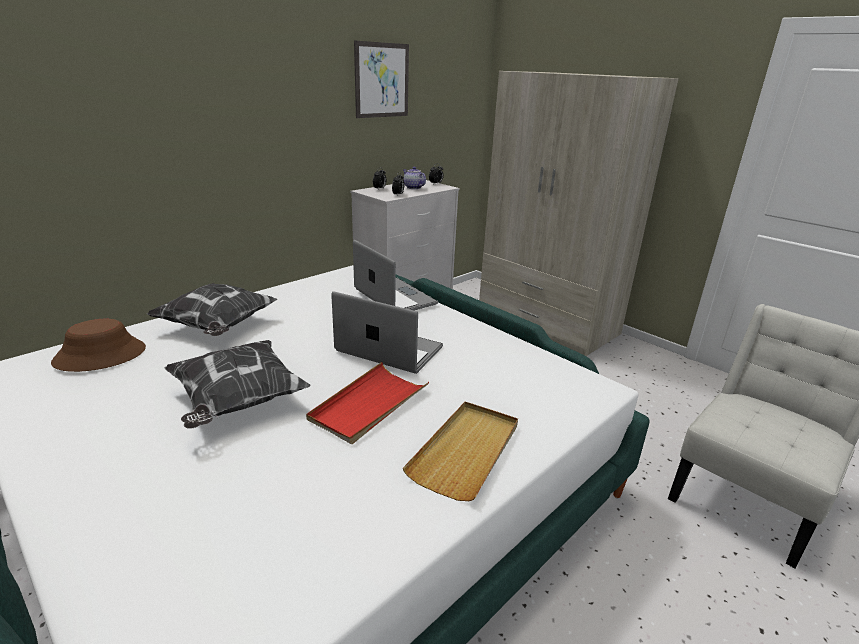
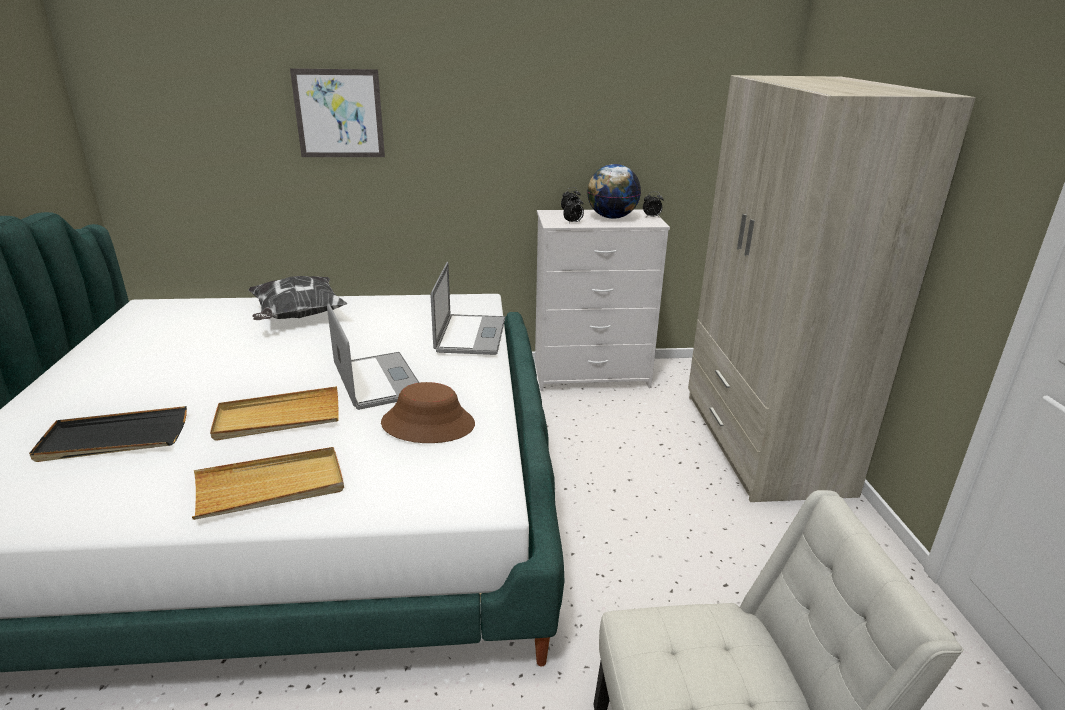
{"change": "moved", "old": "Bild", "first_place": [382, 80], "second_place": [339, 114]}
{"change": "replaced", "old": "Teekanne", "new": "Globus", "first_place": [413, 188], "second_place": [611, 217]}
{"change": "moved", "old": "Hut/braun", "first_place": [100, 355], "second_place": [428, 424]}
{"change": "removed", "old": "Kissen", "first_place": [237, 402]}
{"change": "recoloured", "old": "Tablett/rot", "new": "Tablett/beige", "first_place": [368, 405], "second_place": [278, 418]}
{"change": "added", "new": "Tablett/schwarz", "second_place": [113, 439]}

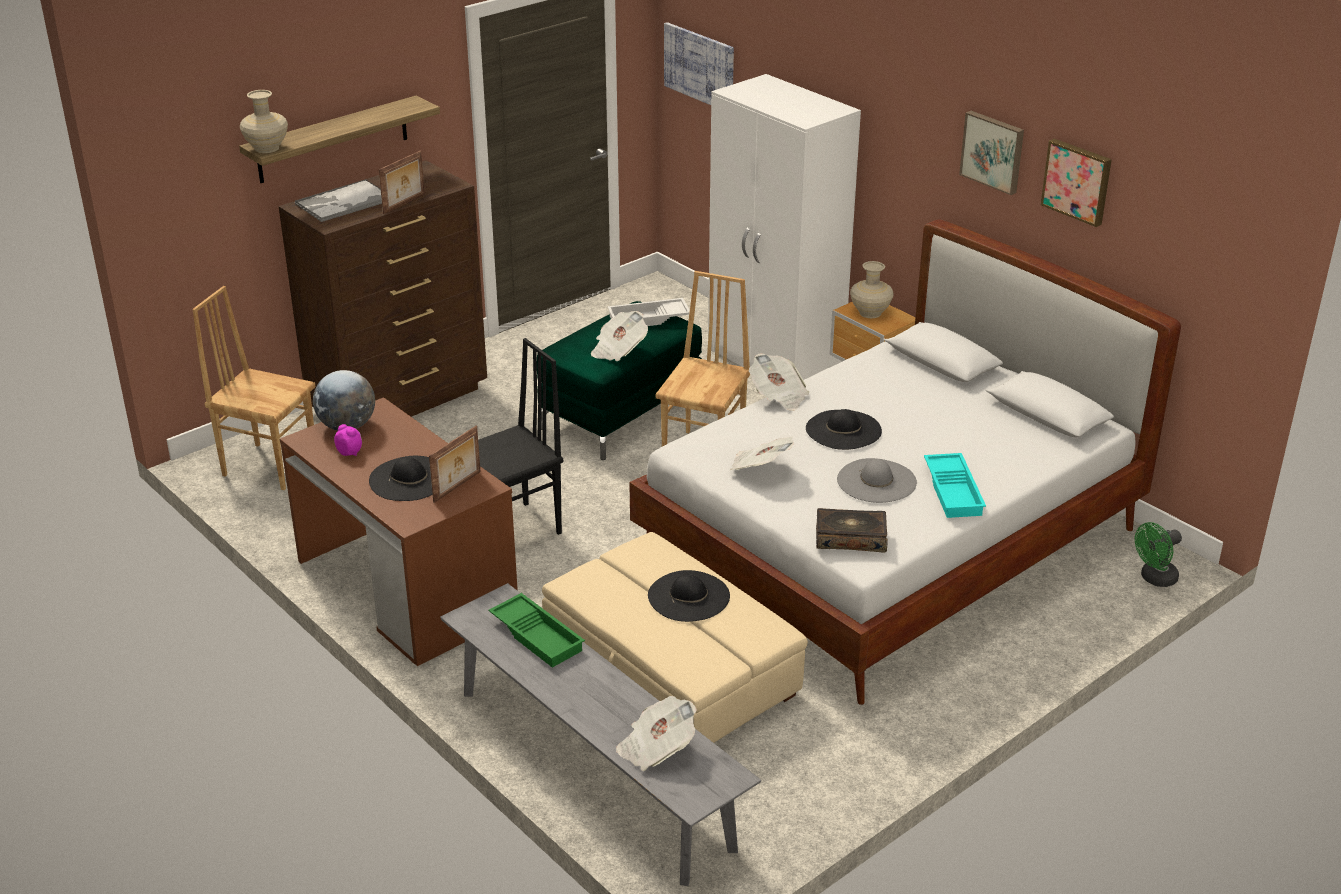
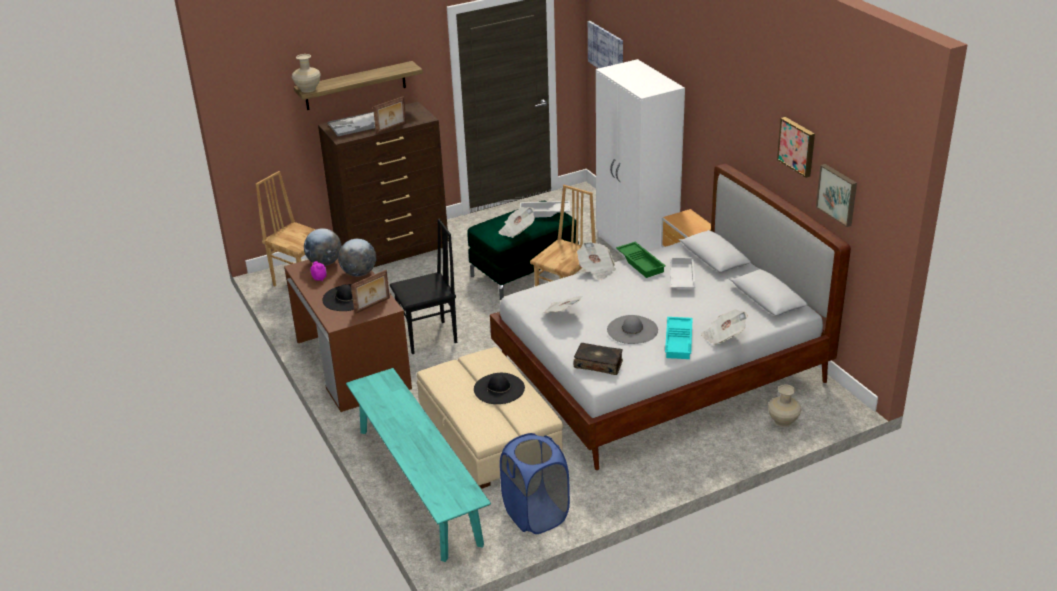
{"change": "moved", "old": "Bild", "first_place": [993, 151], "second_place": [838, 194]}
{"change": "moved", "old": "Vase/beige", "first_place": [869, 313], "second_place": [782, 421]}
{"change": "removed", "old": "Hut/schwarz", "first_place": [843, 430]}
{"change": "removed", "old": "Ventilator/grün", "first_place": [1154, 579]}
{"change": "recoloured", "old": "Bank/grau", "new": "Bank/türkis", "first_place": [593, 767], "second_place": [418, 485]}
{"change": "moved", "old": "Tablett/grün", "first_place": [538, 635], "second_place": [641, 263]}
{"change": "moved", "old": "Zeitung", "first_place": [656, 749], "second_place": [723, 336]}
{"change": "added", "new": "Globus", "second_place": [359, 273]}
{"change": "added", "new": "Tablett/weiß", "second_place": [681, 278]}
{"change": "added", "new": "Wäschekorb/blau", "second_place": [536, 514]}

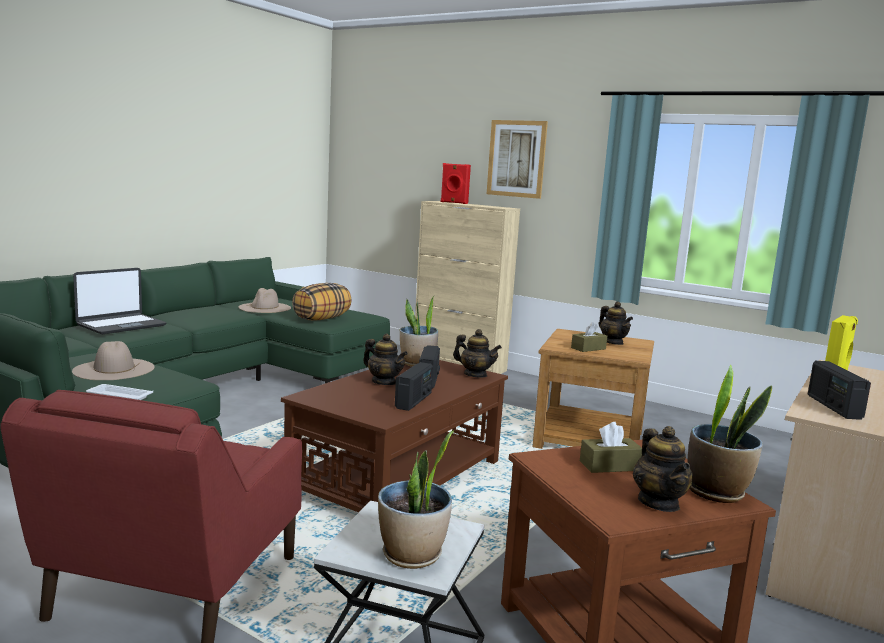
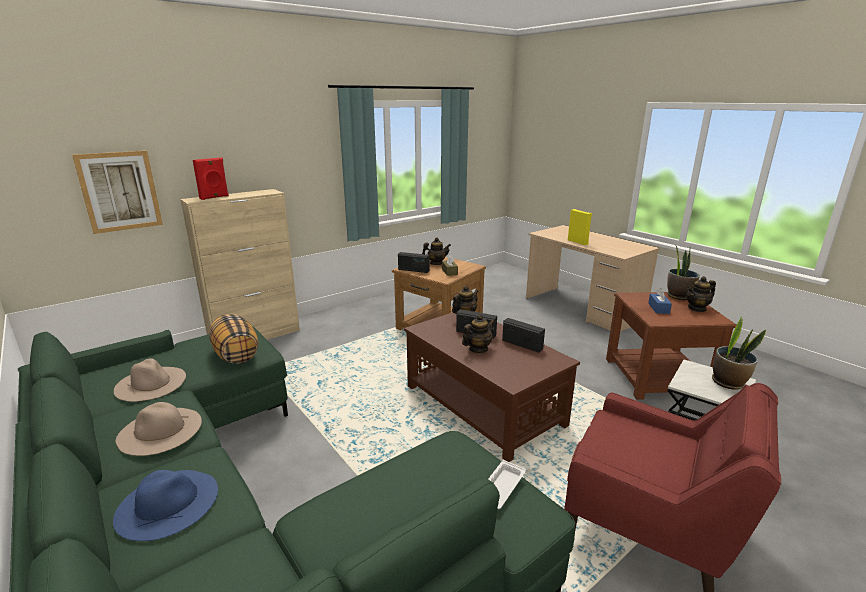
{"change": "moved", "old": "Bild", "first_place": [516, 158], "second_place": [120, 191]}
{"change": "replaced", "old": "Laptop", "new": "Hut/blau", "first_place": [121, 325], "second_place": [167, 503]}
{"change": "removed", "old": "Topfpflanze", "first_place": [417, 363]}
{"change": "moved", "old": "Hut/beige", "first_place": [114, 369], "second_place": [160, 430]}
{"change": "moved", "old": "Radio", "first_place": [833, 407], "second_place": [413, 270]}
{"change": "recoloured", "old": "Taschentuchbox/braun", "new": "Taschentuchbox/blau", "first_place": [609, 466], "second_place": [658, 308]}
{"change": "turned", "old": "Teekanne", "first_place": [659, 503], "second_place": [697, 308], "degrees": 150}

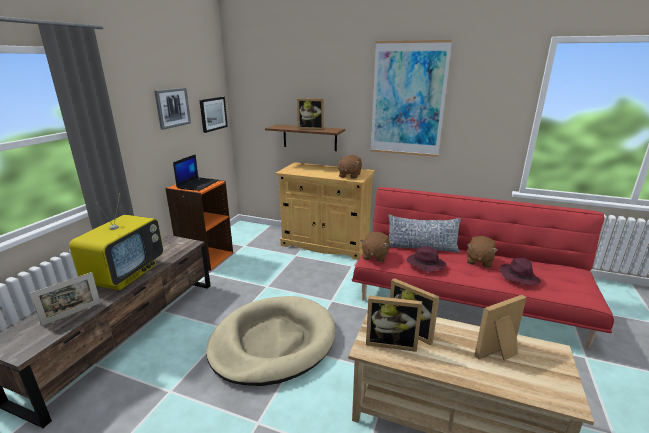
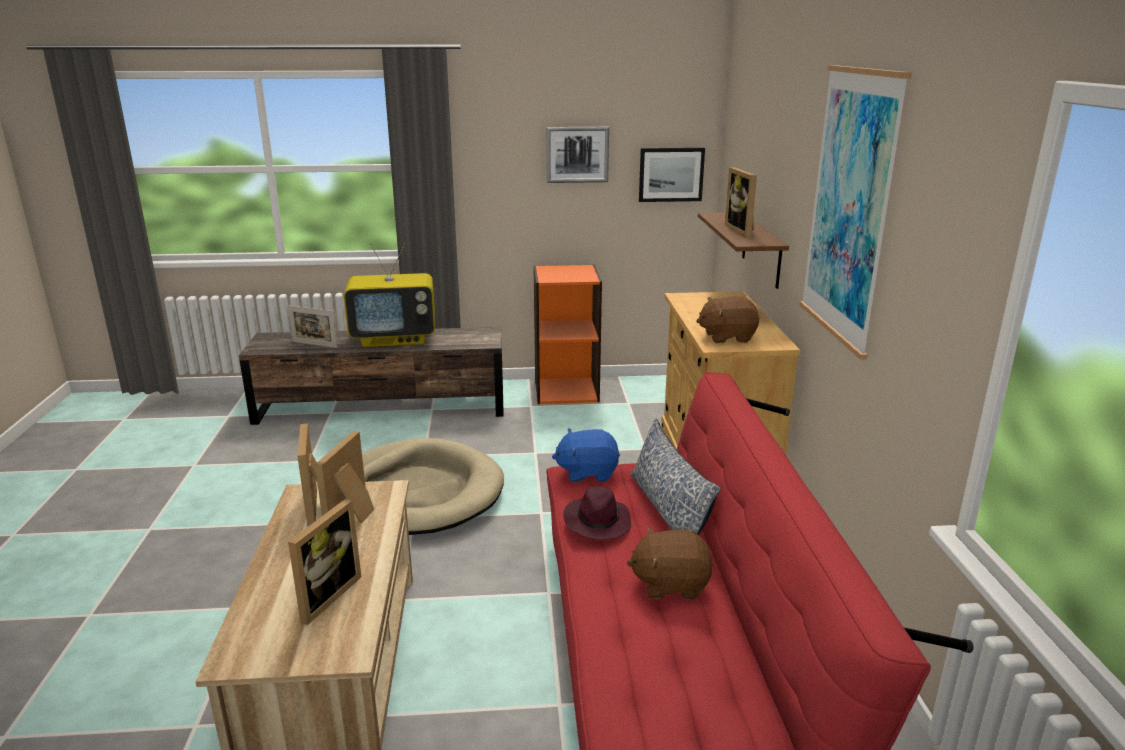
{"change": "removed", "old": "Laptop", "first_place": [198, 184]}
{"change": "recoloured", "old": "Plüschtier/braun", "new": "Plüschtier/blau", "first_place": [374, 256], "second_place": [587, 472]}
{"change": "removed", "old": "Hut/lila", "first_place": [518, 276]}
{"change": "turned", "old": "Bilderrahmen", "first_place": [500, 353], "second_place": [324, 596], "degrees": 75}

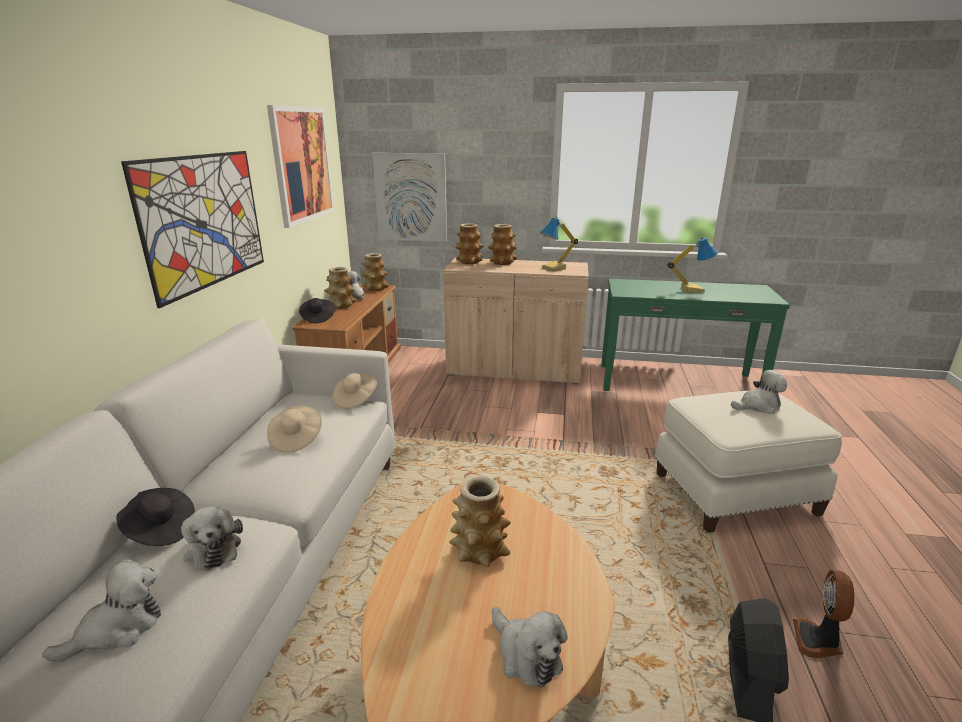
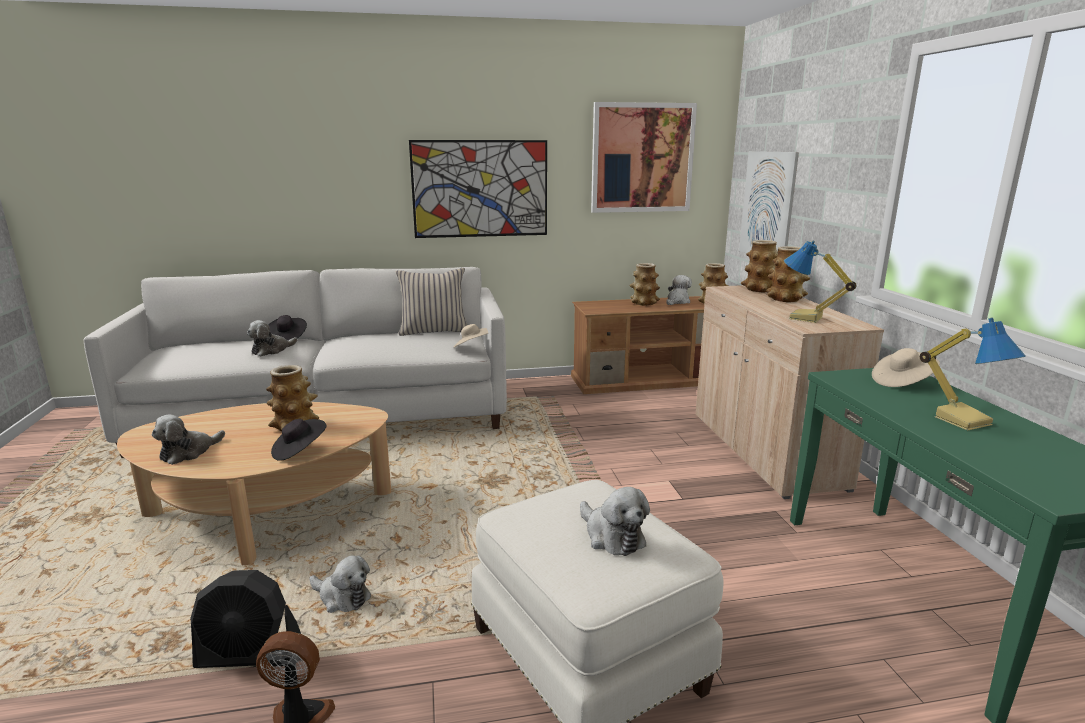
{"change": "moved", "old": "Hut/schwarz", "first_place": [317, 318], "second_place": [299, 451]}
{"change": "moved", "old": "Hut/beige", "first_place": [296, 439], "second_place": [902, 382]}
{"change": "moved", "old": "Plüschtier", "first_place": [118, 629], "second_place": [342, 597]}
{"change": "added", "new": "Kissen/beige", "second_place": [433, 331]}

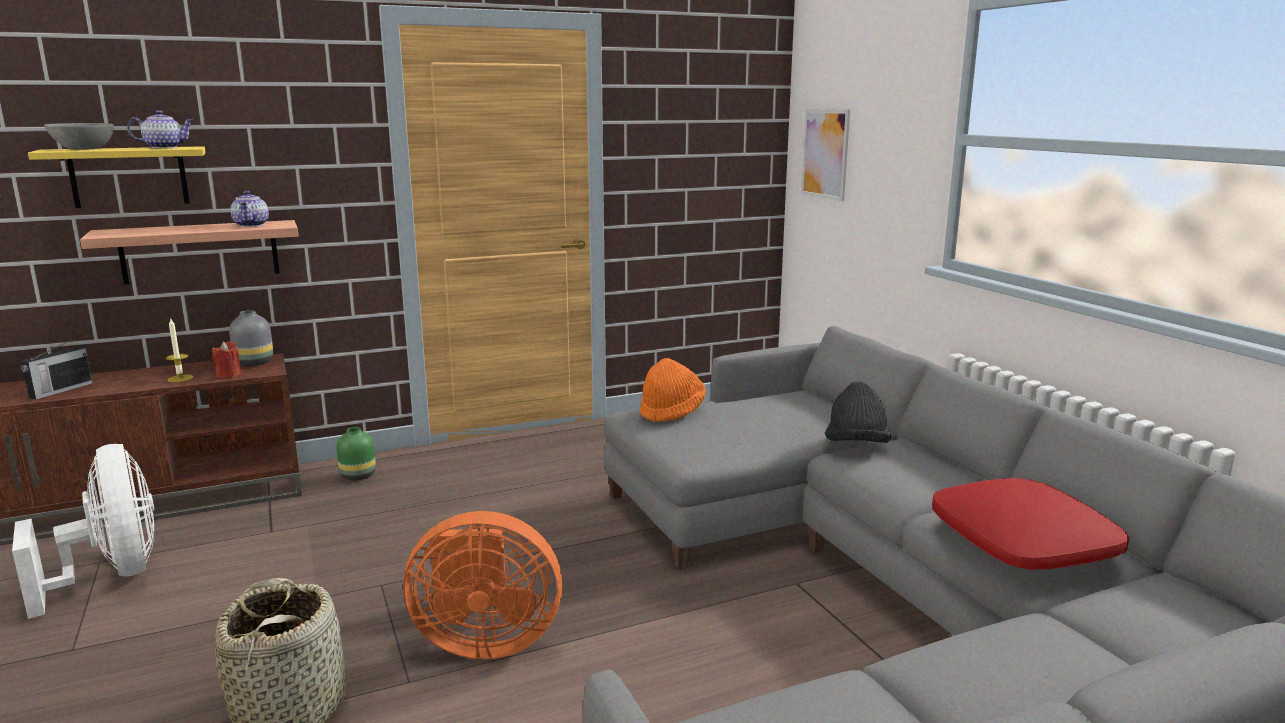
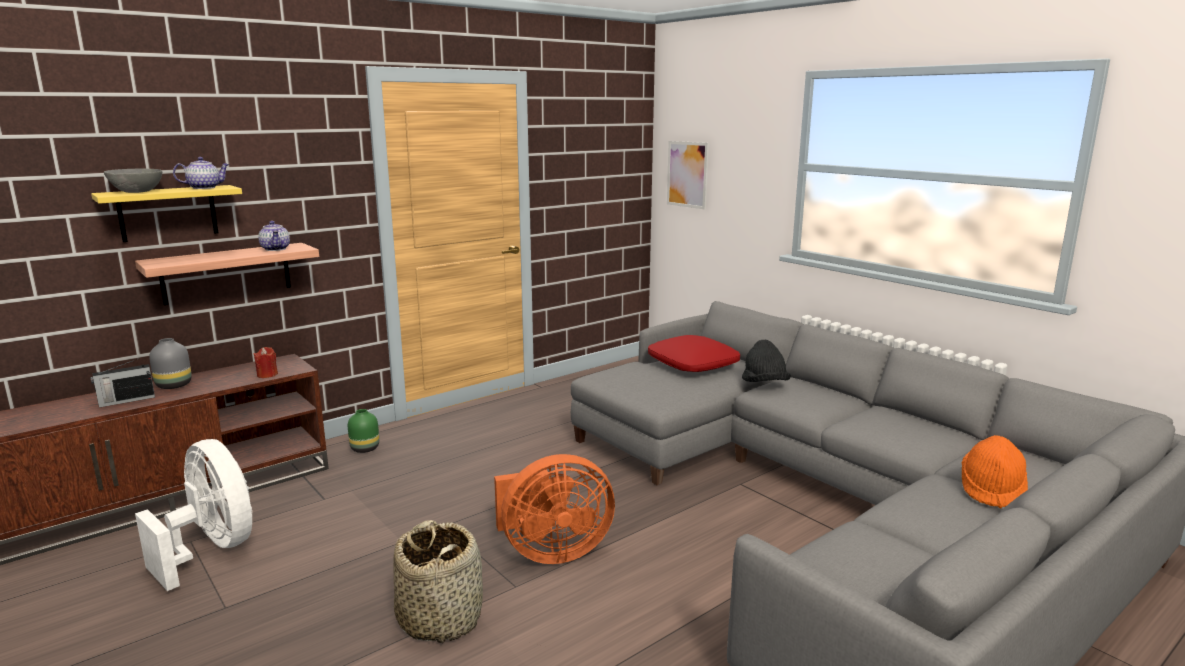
{"change": "moved", "old": "Vase/grau", "first_place": [253, 363], "second_place": [173, 385]}
{"change": "removed", "old": "Kerze", "first_place": [180, 378]}
{"change": "turned", "old": "Radio", "first_place": [60, 390], "second_place": [126, 401], "degrees": 45}
{"change": "moved", "old": "Hut/orange", "first_place": [672, 411], "second_place": [991, 490]}
{"change": "moved", "old": "Kissen/rot", "first_place": [1023, 542], "second_place": [693, 364]}

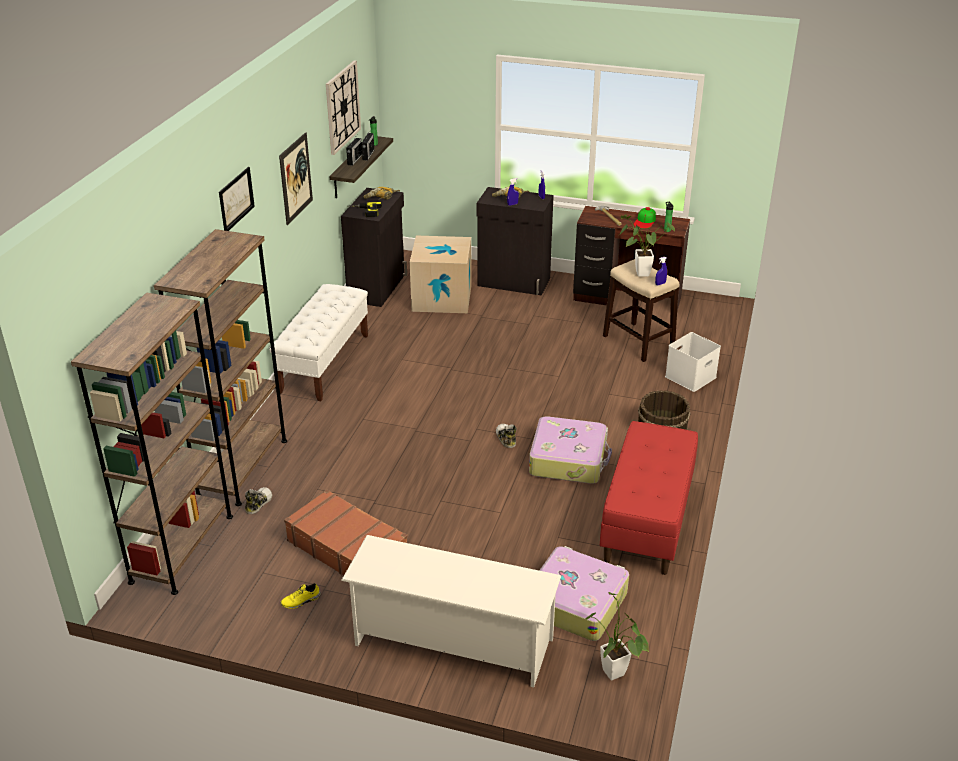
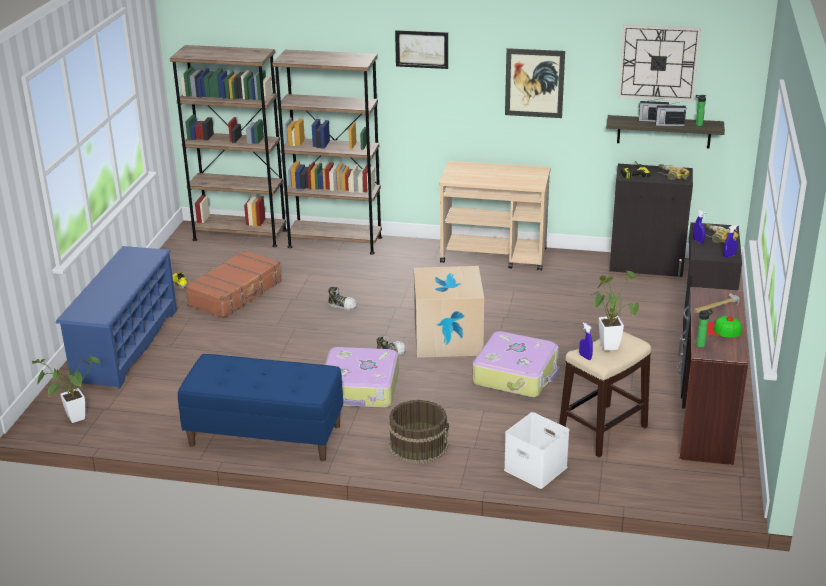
{"change": "moved", "old": "Karton", "first_place": [442, 298], "second_place": [448, 339]}
{"change": "replaced", "old": "Bank/weiß", "new": "Rollwagen/beige", "first_place": [324, 363], "second_place": [494, 255]}
{"change": "recoloured", "old": "Bank/rot", "new": "Bank/blau", "first_place": [647, 522], "second_place": [264, 435]}
{"change": "moved", "old": "Schuh", "first_place": [258, 503], "second_place": [342, 305]}
{"change": "recoloured", "old": "Schuhregal/weiß", "new": "Schuhregal/blau", "first_place": [452, 642], "second_place": [126, 345]}
{"change": "moved", "old": "Koffer", "first_place": [575, 602], "second_place": [516, 374]}

